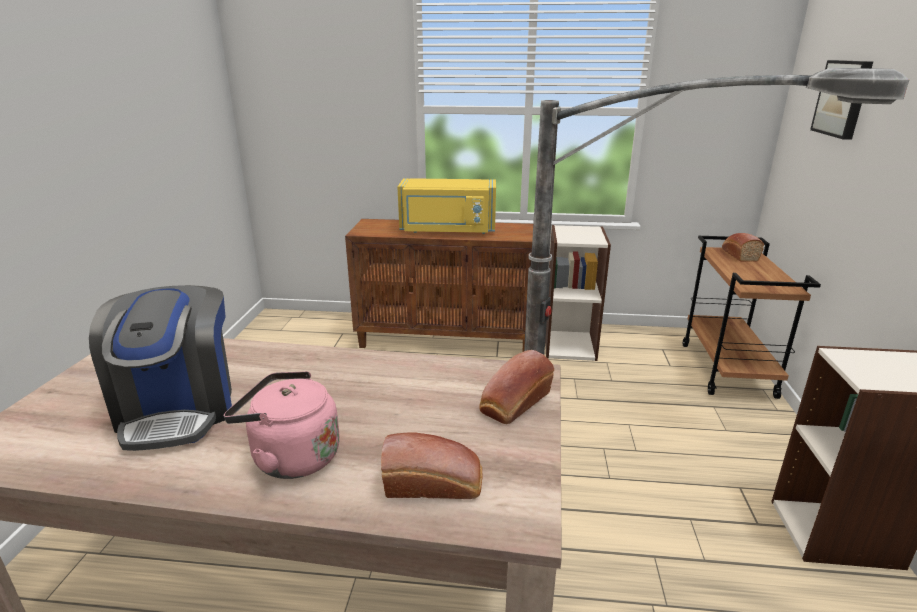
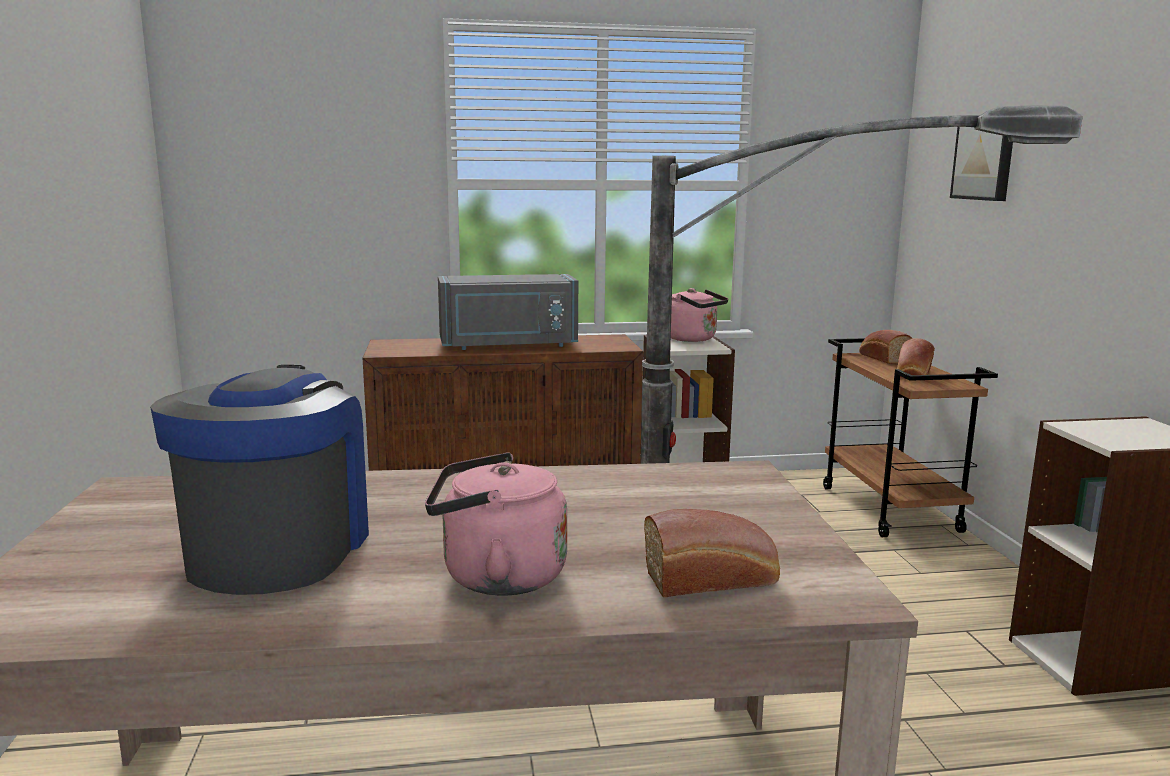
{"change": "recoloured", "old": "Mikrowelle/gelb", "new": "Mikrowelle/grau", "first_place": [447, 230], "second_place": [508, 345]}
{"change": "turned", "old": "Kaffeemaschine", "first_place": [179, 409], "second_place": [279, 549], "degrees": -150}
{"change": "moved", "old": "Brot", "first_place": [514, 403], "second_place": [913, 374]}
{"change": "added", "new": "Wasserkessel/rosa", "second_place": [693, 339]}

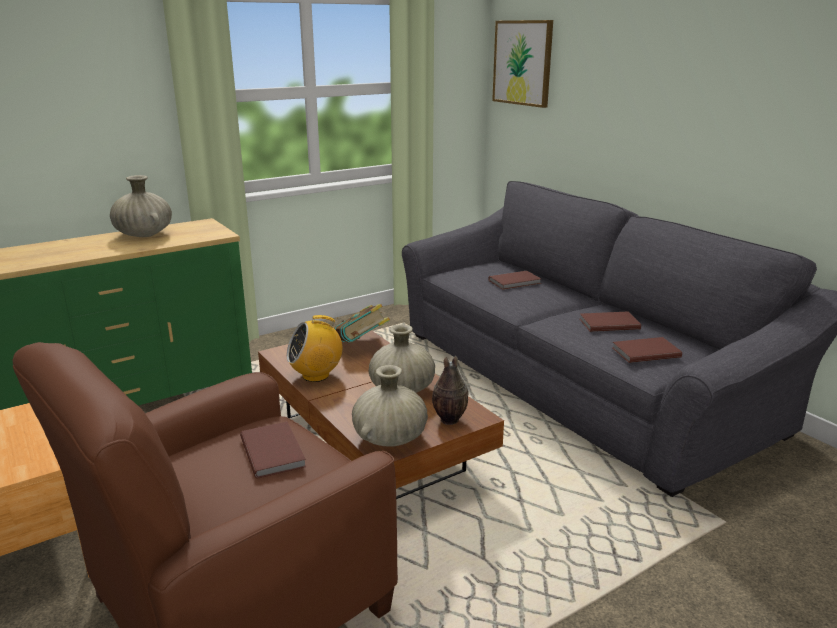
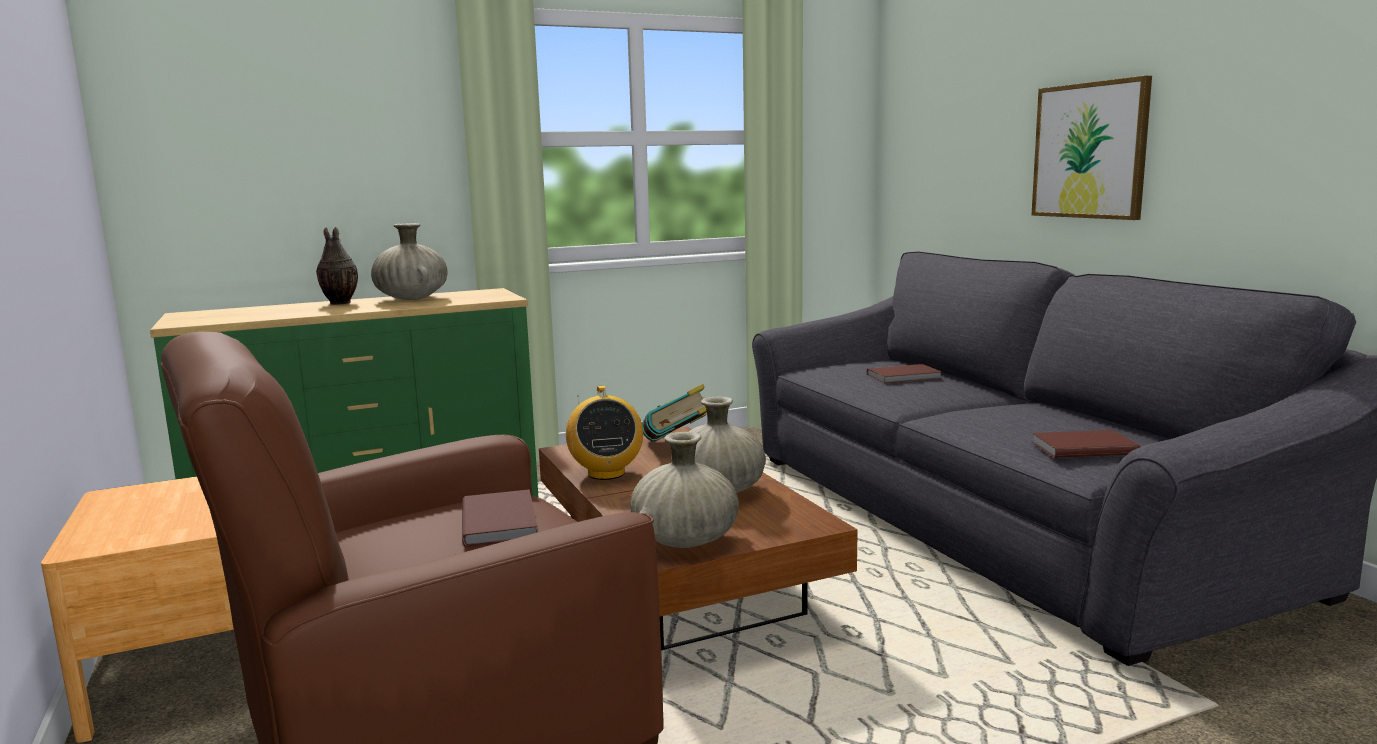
{"change": "moved", "old": "Bild", "first_place": [522, 63], "second_place": [1090, 151]}
{"change": "removed", "old": "Buch/braun", "first_place": [608, 323]}
{"change": "turned", "old": "Radio", "first_place": [316, 375], "second_place": [606, 473], "degrees": -90}
{"change": "moved", "old": "Vase", "first_place": [449, 420], "second_place": [338, 303]}

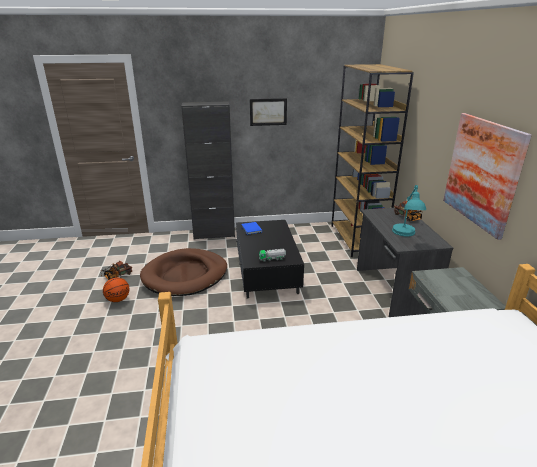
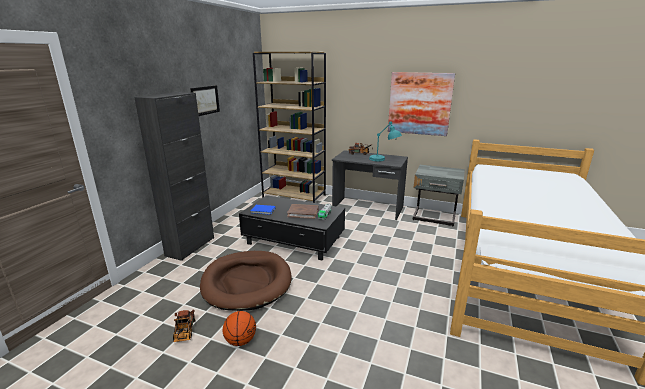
{"change": "added", "new": "Buch/braun", "second_place": [303, 213]}

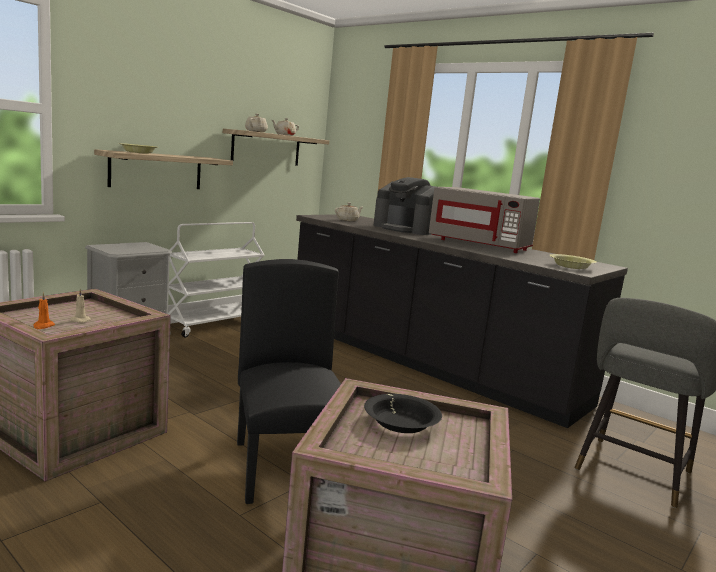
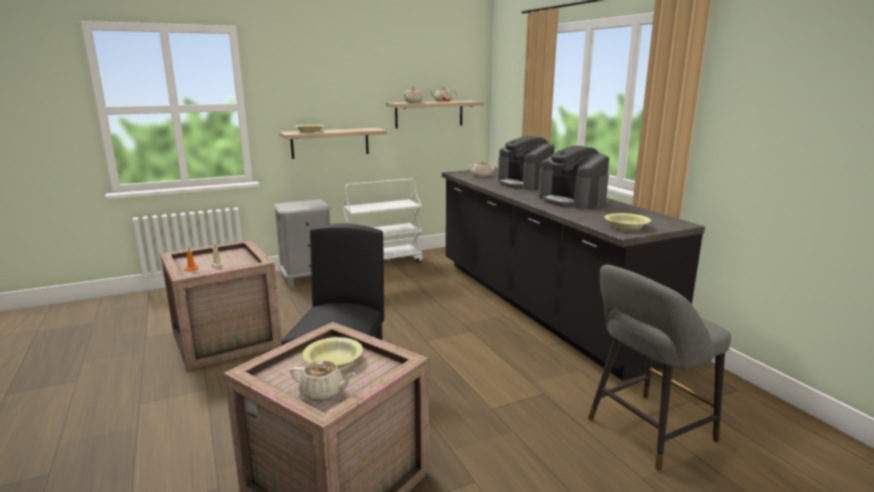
{"change": "replaced", "old": "Mikrowelle/grau", "new": "Kaffeemaschine", "first_place": [480, 245], "second_place": [572, 200]}
{"change": "recoloured", "old": "Schüssel/schwarz", "new": "Schüssel/gelb", "first_place": [401, 423], "second_place": [333, 361]}
{"change": "added", "new": "Teekanne/beige", "second_place": [323, 393]}

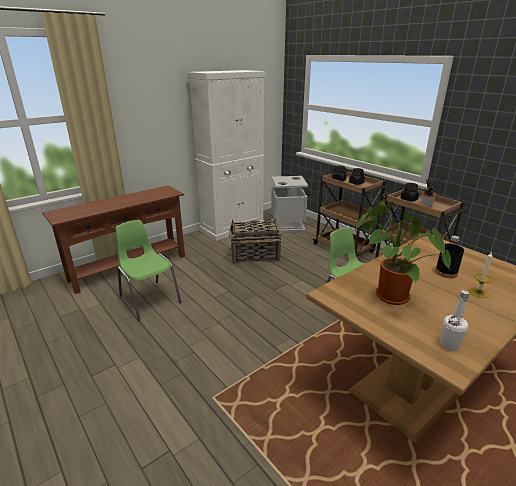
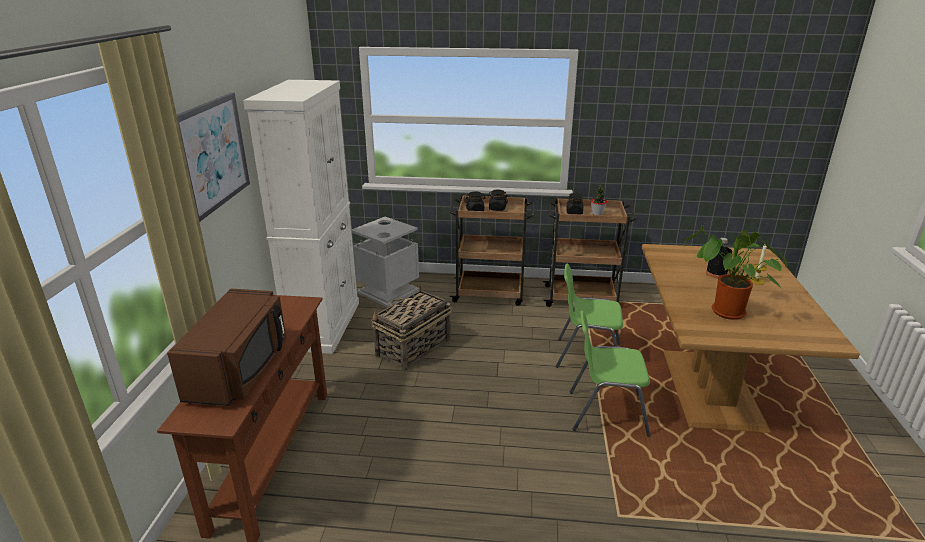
{"change": "moved", "old": "Stuhl/grün", "first_place": [149, 299], "second_place": [606, 412]}
{"change": "removed", "old": "Flasche/weiß", "first_place": [449, 345]}
{"change": "added", "new": "Bild", "second_place": [212, 154]}
{"change": "added", "new": "Mikrowelle/braun", "second_place": [240, 370]}

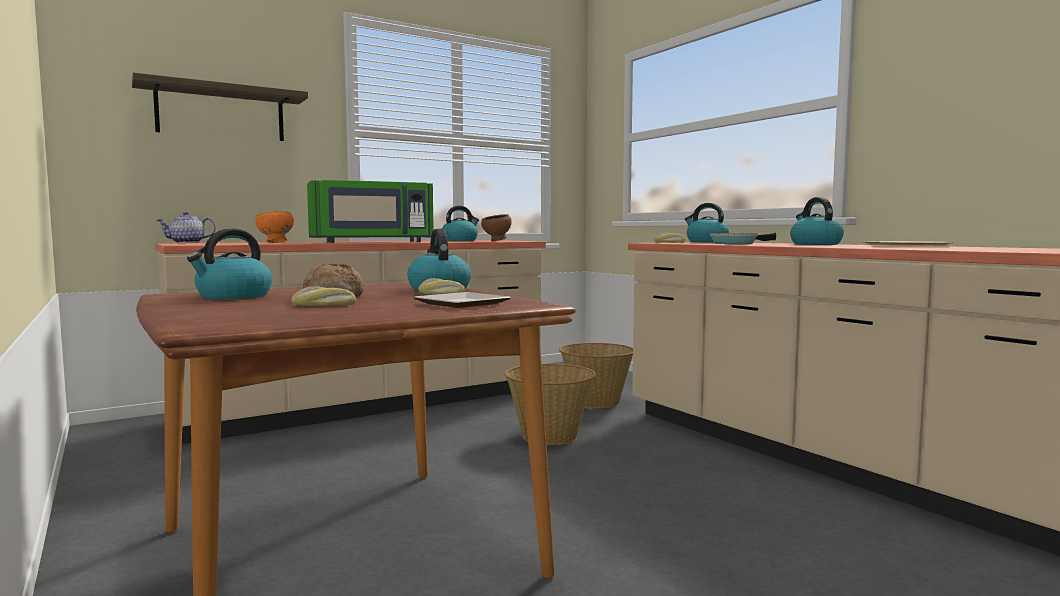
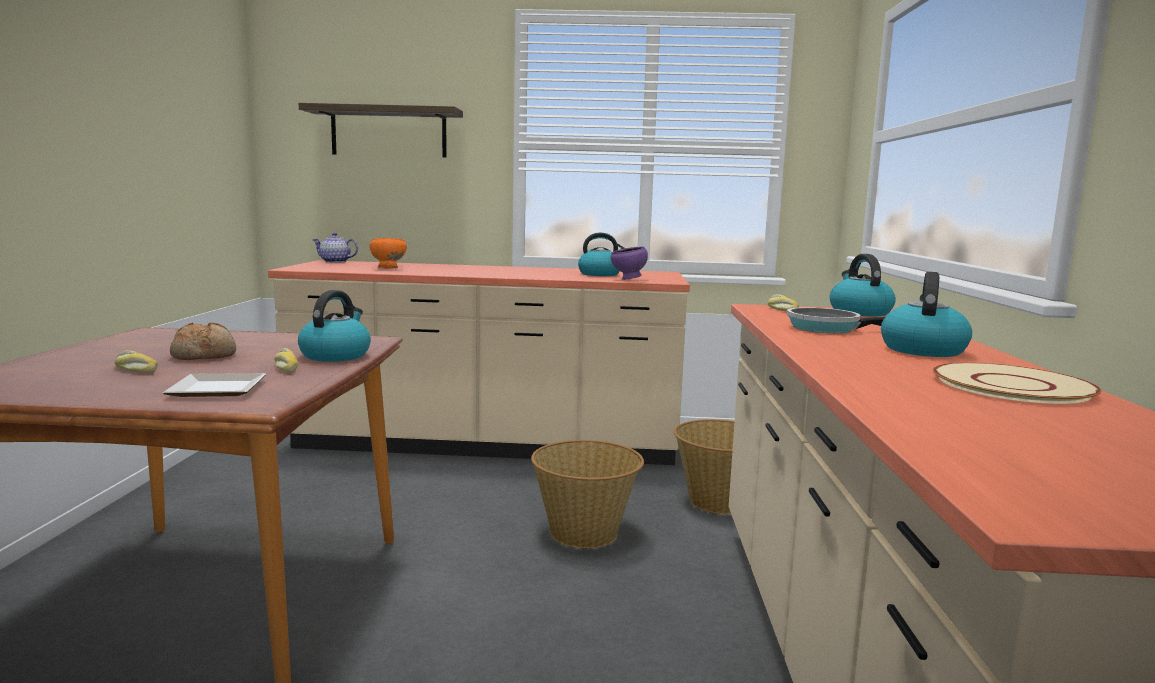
{"change": "removed", "old": "Mikrowelle/grün", "first_place": [372, 242]}
{"change": "recoloured", "old": "Schüssel/braun", "new": "Schüssel/lila", "first_place": [497, 241], "second_place": [628, 279]}
{"change": "removed", "old": "Wasserkessel", "first_place": [233, 296]}

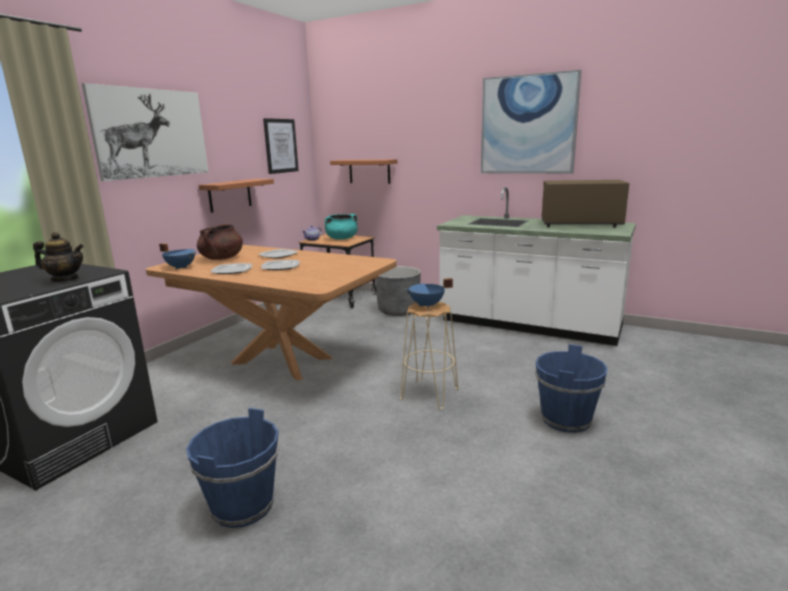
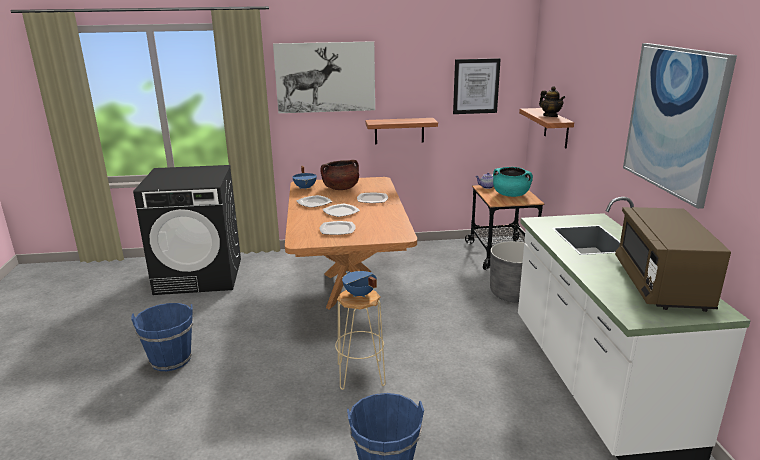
{"change": "turned", "old": "Mikrowelle/braun", "first_place": [580, 224], "second_place": [661, 285], "degrees": -150}
{"change": "moved", "old": "Teekanne", "first_place": [65, 279], "second_place": [550, 116]}
{"change": "added", "new": "Teller", "second_place": [337, 229]}

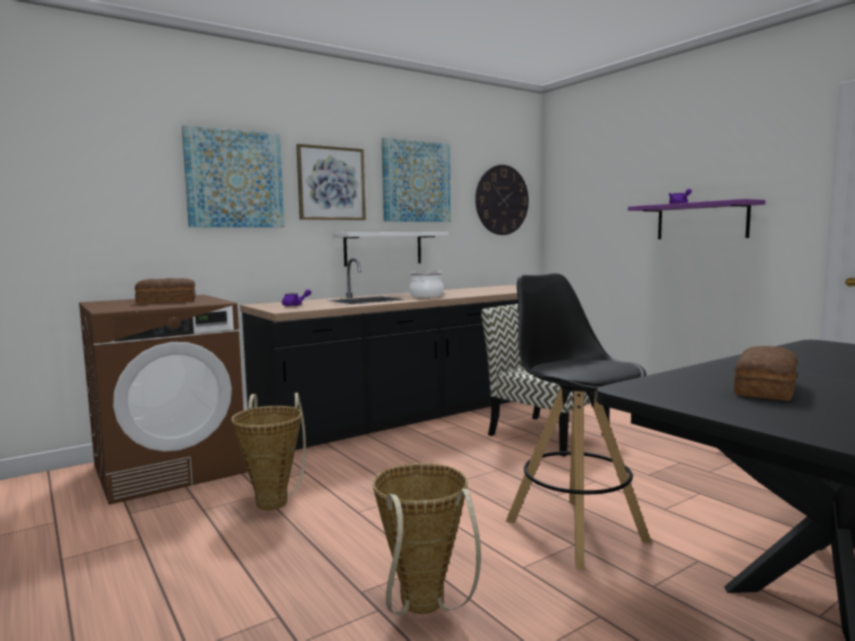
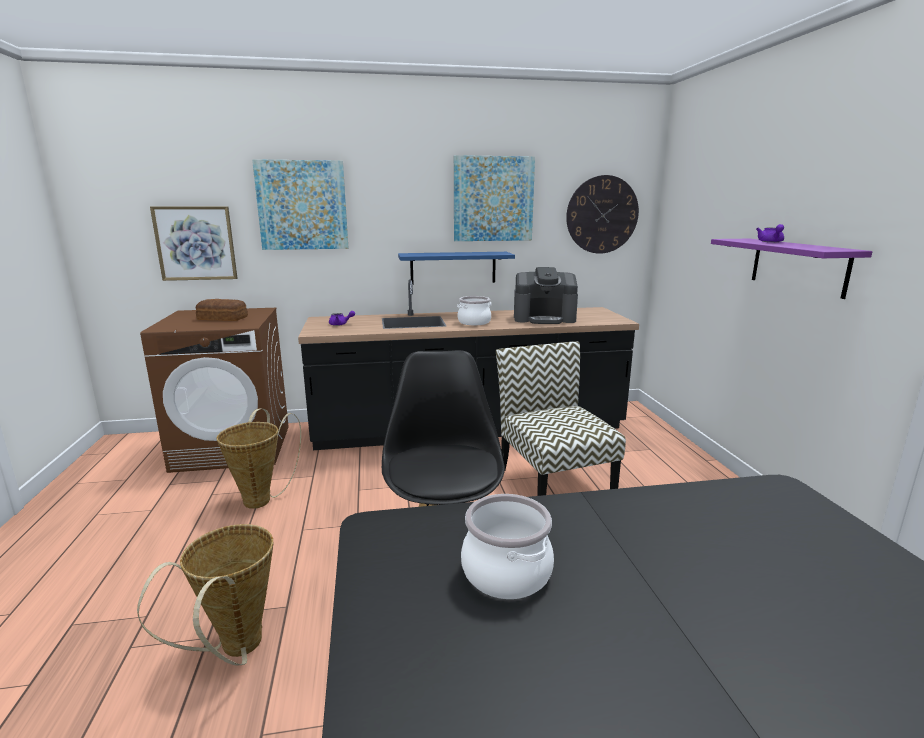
{"change": "moved", "old": "Bild", "first_place": [331, 183], "second_place": [195, 243]}
{"change": "recoloured", "old": "Wandregal/weiß", "new": "Wandregal/blau", "first_place": [383, 248], "second_place": [453, 268]}
{"change": "replaced", "old": "Brot", "new": "Kochtopf", "first_place": [767, 388], "second_place": [507, 572]}
{"change": "added", "new": "Kaffeemaschine", "second_place": [544, 318]}

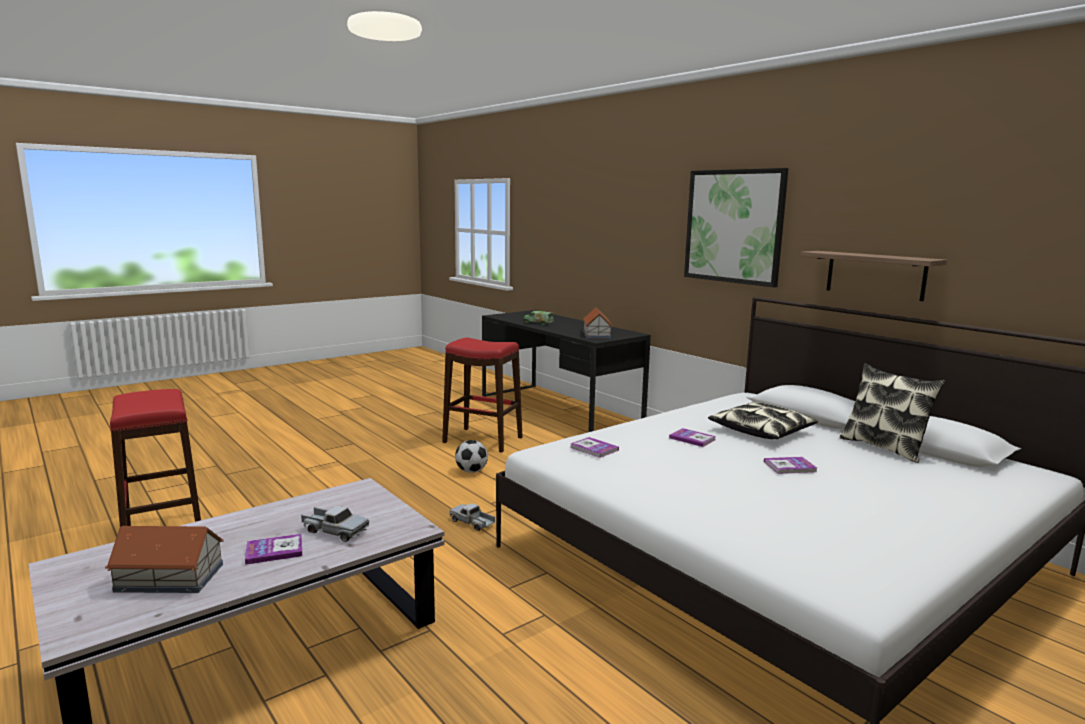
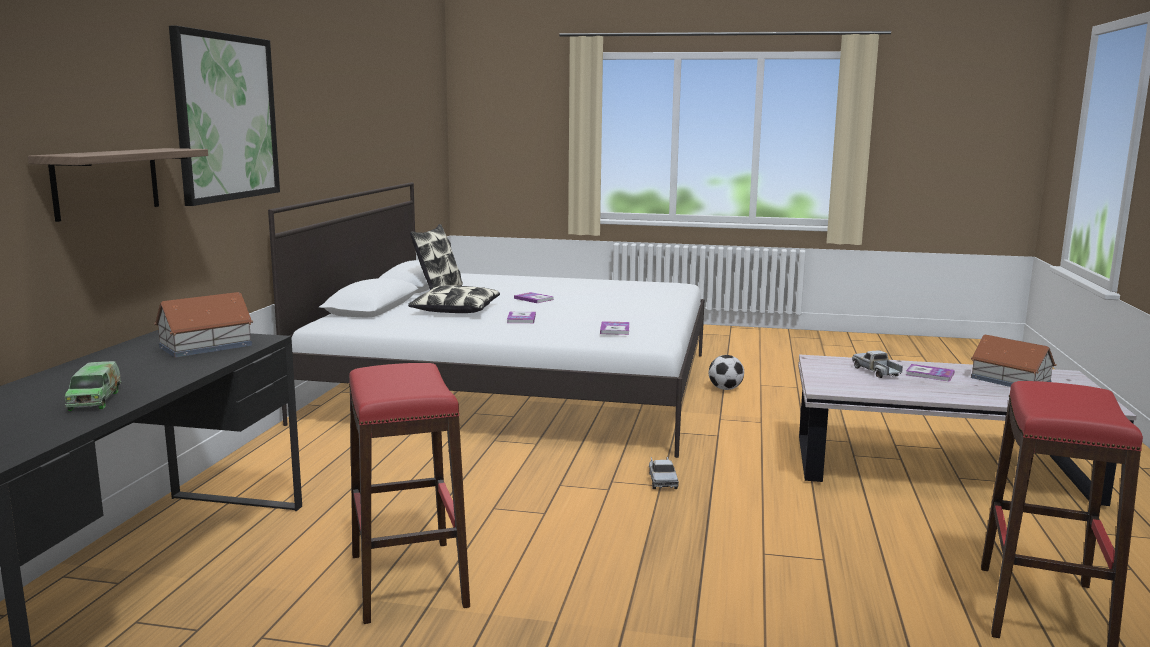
{"change": "moved", "old": "Wandregal", "first_place": [875, 275], "second_place": [106, 182]}
{"change": "moved", "old": "Fußball", "first_place": [471, 471], "second_place": [725, 389]}

